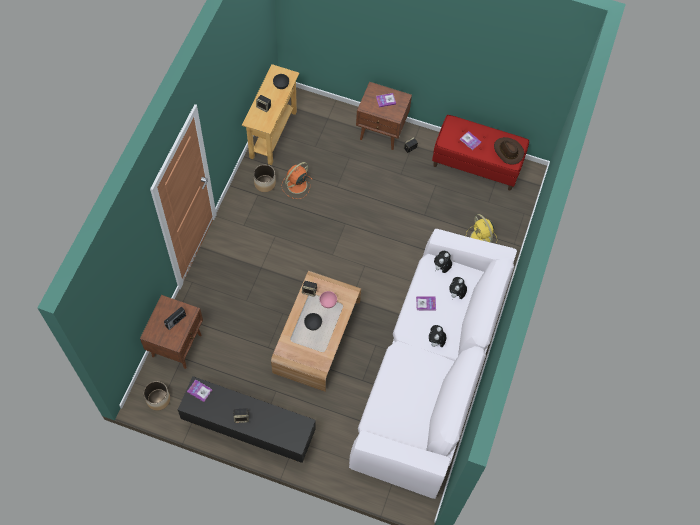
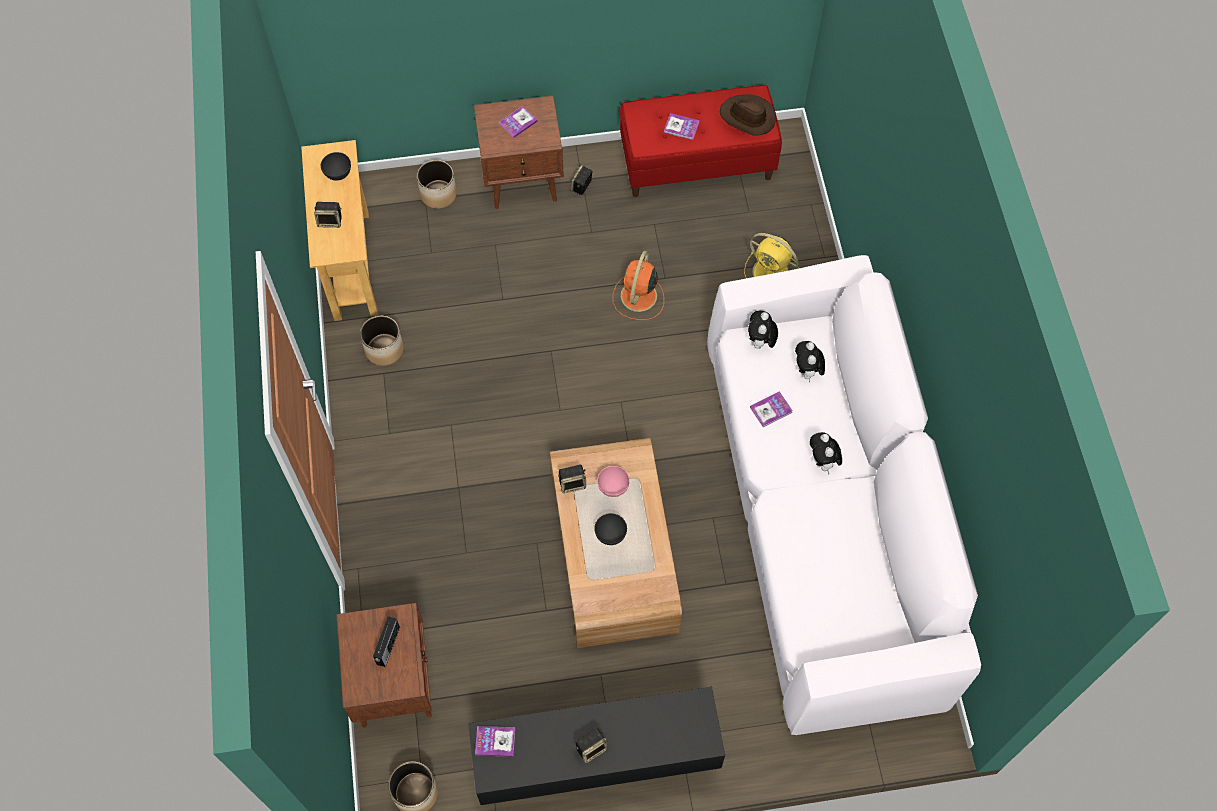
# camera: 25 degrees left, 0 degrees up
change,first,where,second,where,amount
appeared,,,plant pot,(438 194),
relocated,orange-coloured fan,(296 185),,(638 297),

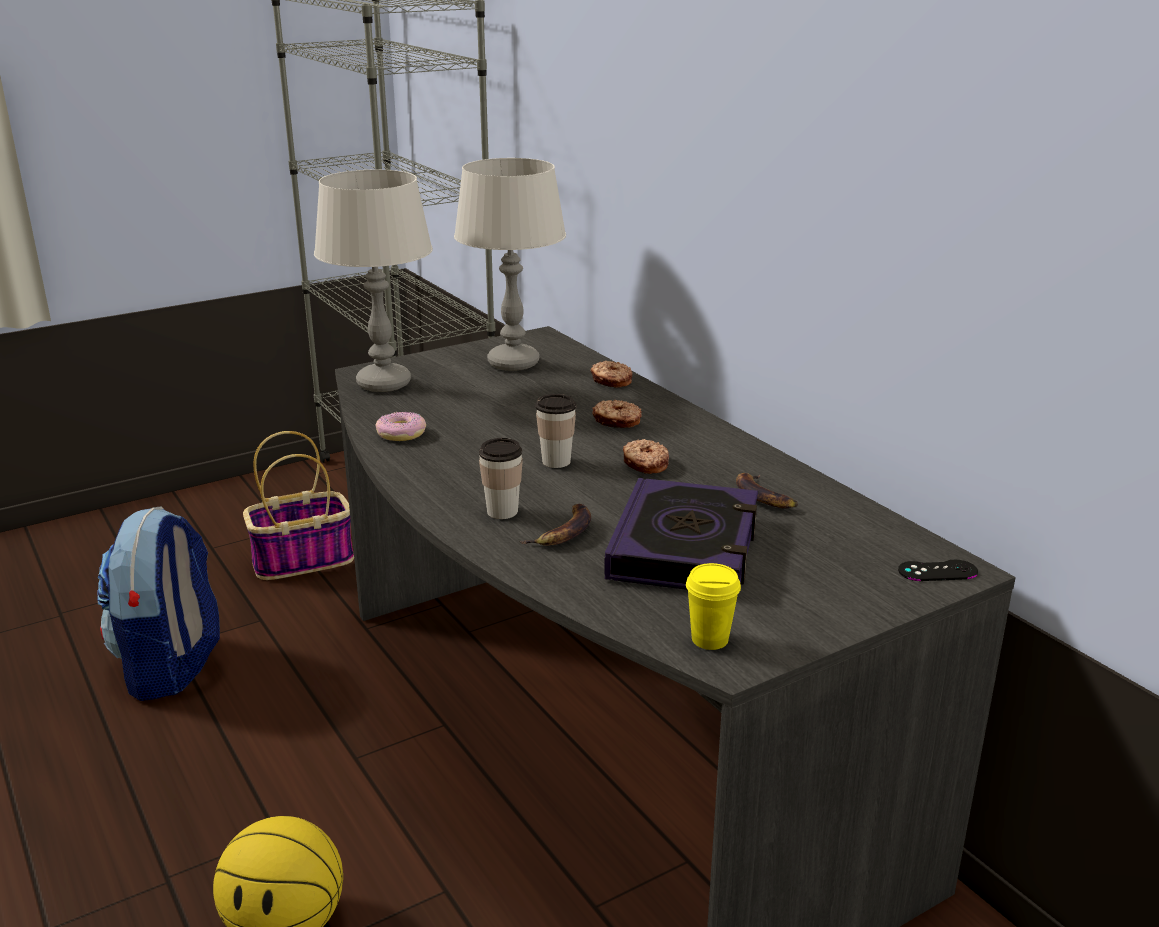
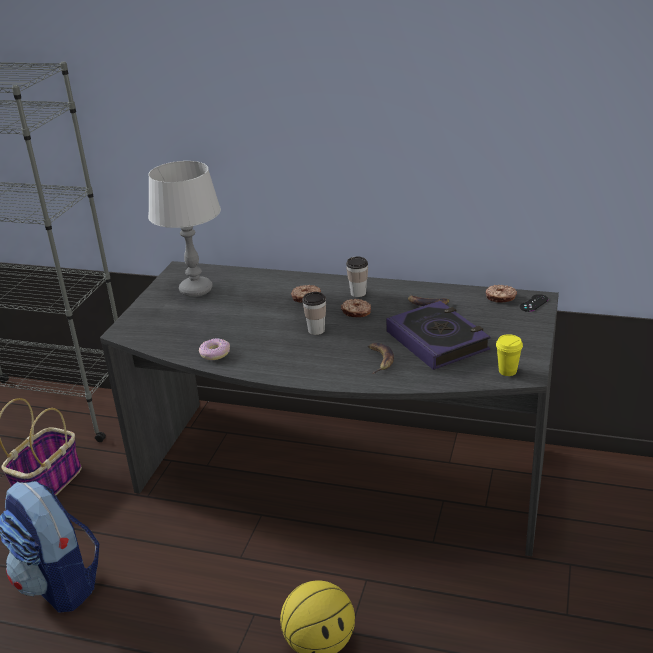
# camera: 40 degrees left, 5 degrees up
change,first,where,second,where,amount
missing,grey lamp for a table,(384 383),,,
relocated,drinking cup,(502 511),,(358 293),
relocated,doughnut,(611 381),,(500 298),

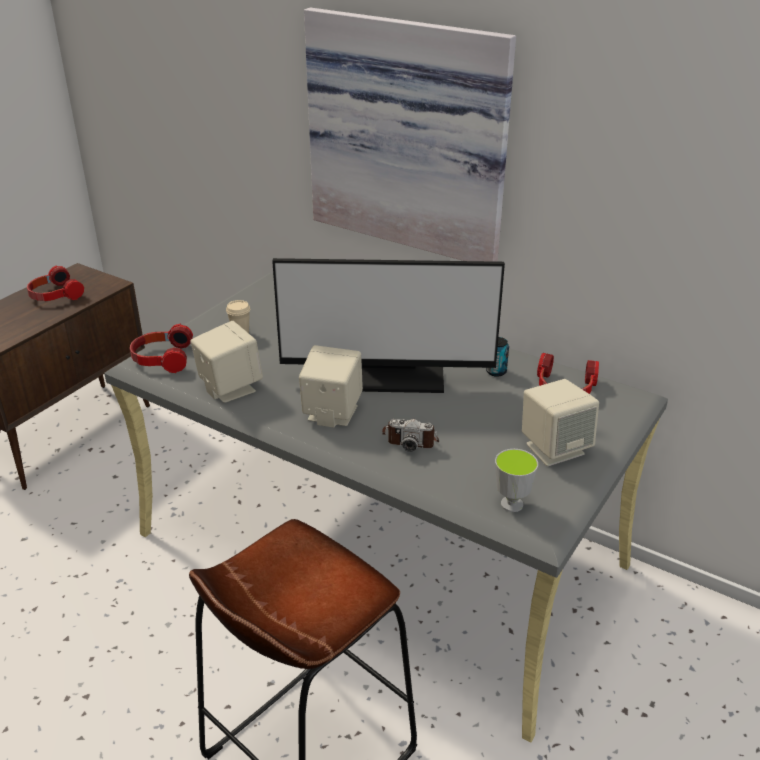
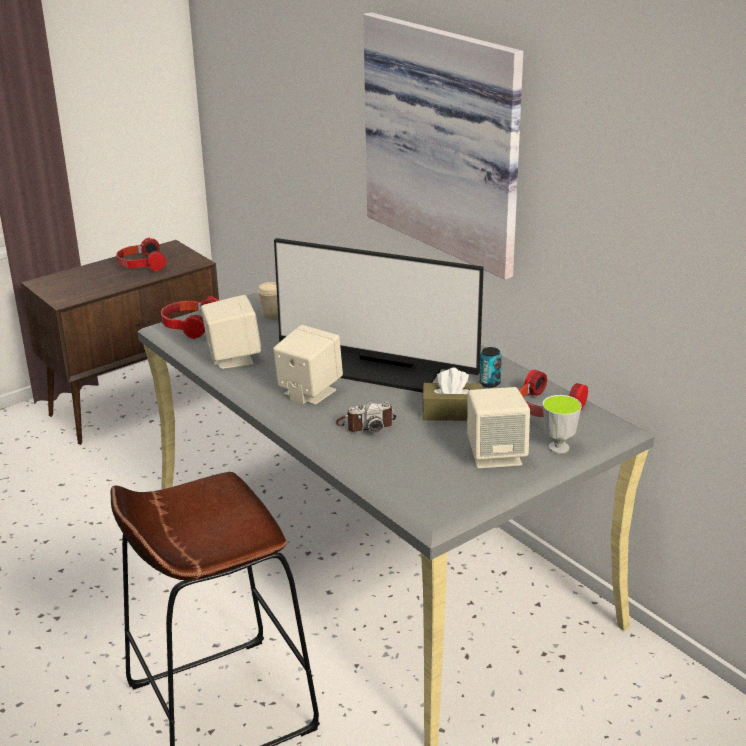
# camera: 20 degrees right, 5 degrees down
change,first,where,second,where,amount
appeared,,,brown tissue box,(452 412),
relocated,drinking cup,(511 504),,(558 447),
spun,photo camera,(410 438),,(366 424),45 degrees counterclockwise

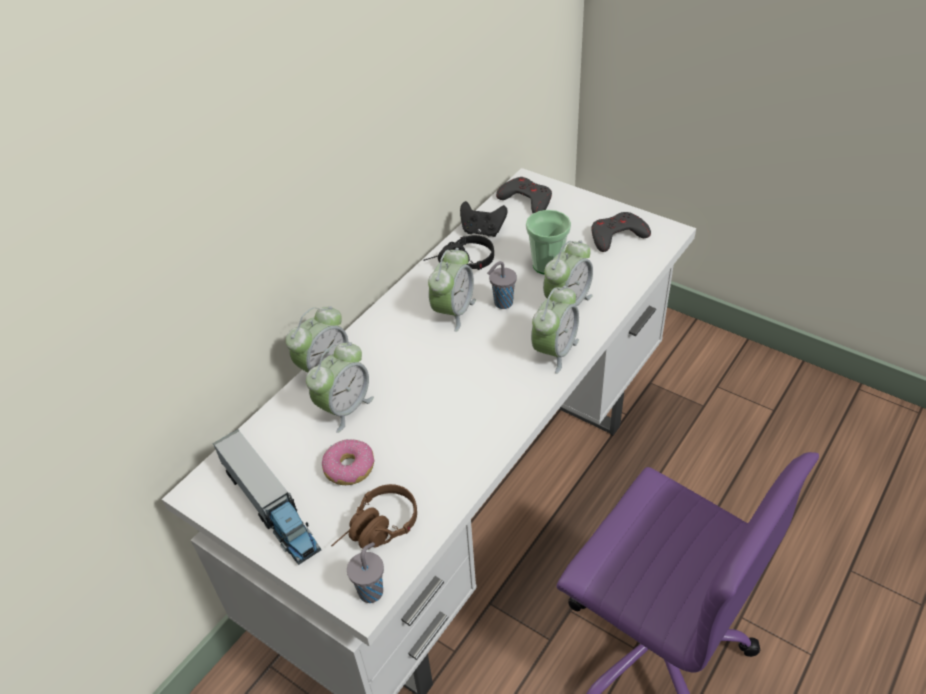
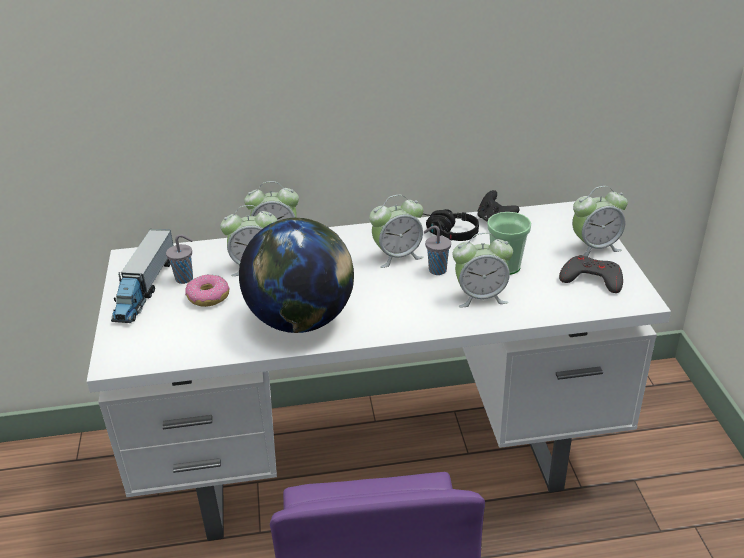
# camera: 45 degrees right, 10 degrees down
change,first,where,second,where,amount
missing,brown headphones,(377 531),,,
missing,grey gamepad,(526 200),,,
appeared,,,desk globe,(301 321),
relocated,grey drinking cup,(371 590),,(185 278),
relocated,bedside clock,(554 351),,(595 247),

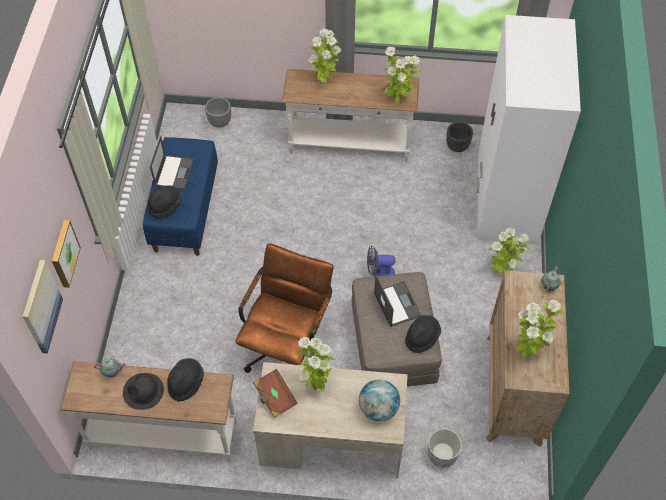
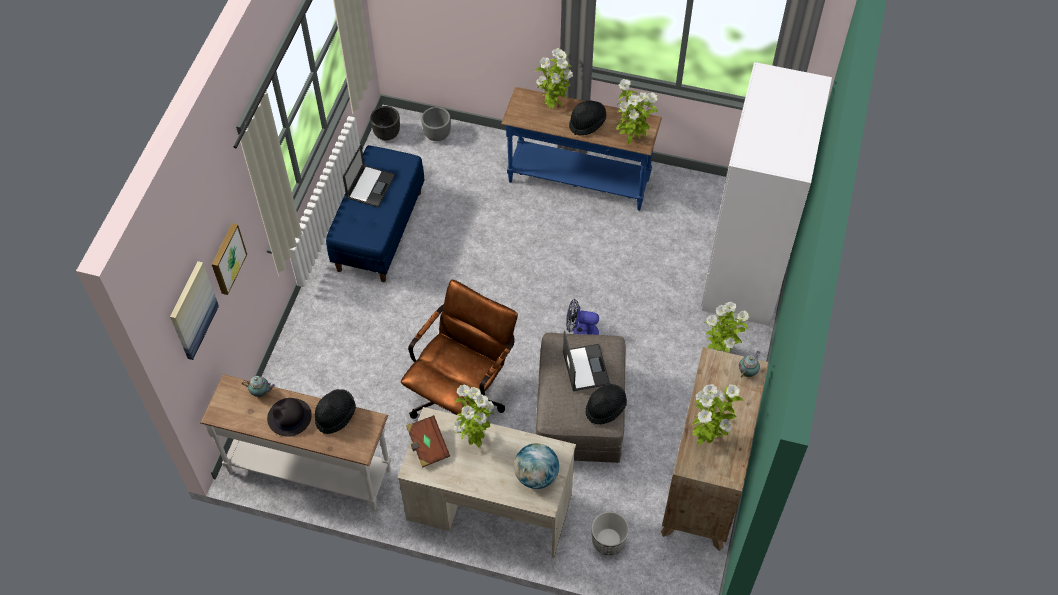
# camera: 10 degrees right, 0 degrees up
change,first,where,second,where,amount
relocated,black wearable hat,(165 206),,(587 123),
relocated,black plant pot,(457 146),,(387 134),
colour,whitish console table,(349 145),blue console table,(578 182),

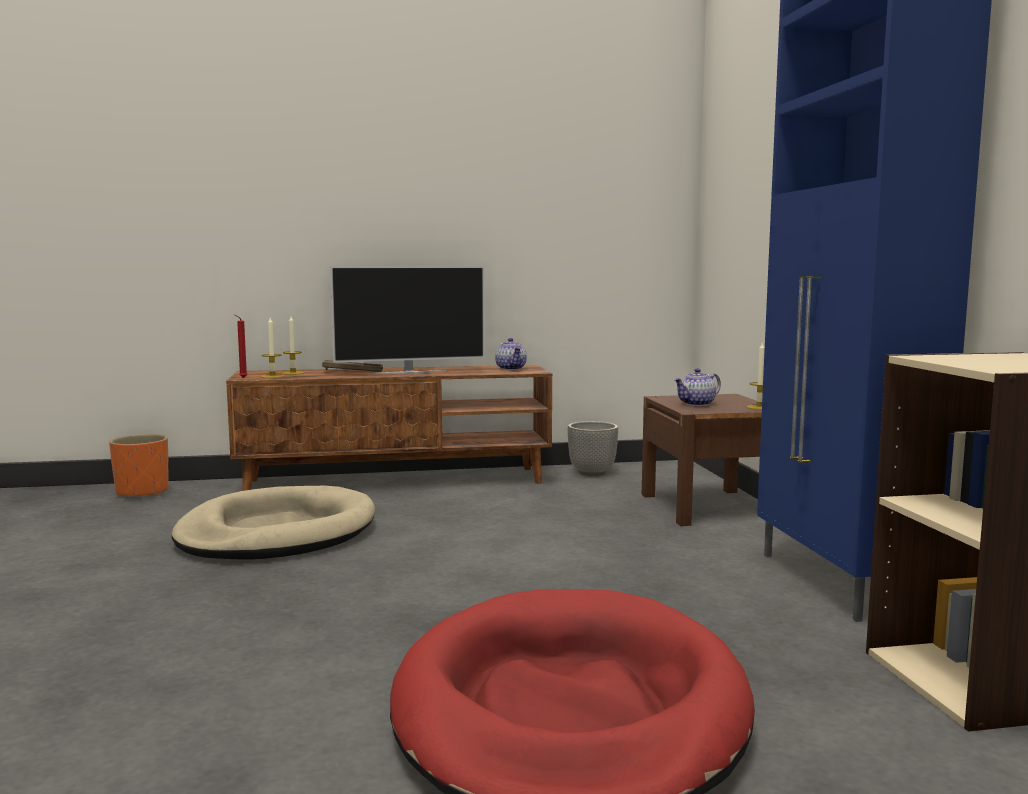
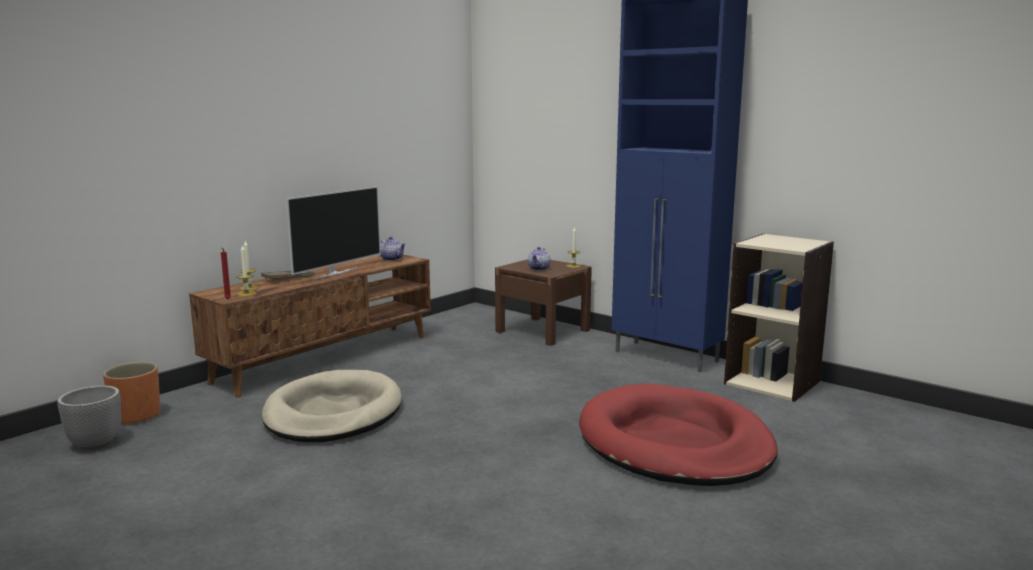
# camera: 40 degrees left, 5 degrees up
change,first,where,second,where,amount
relocated,plant pot,(591 473),,(95 444),

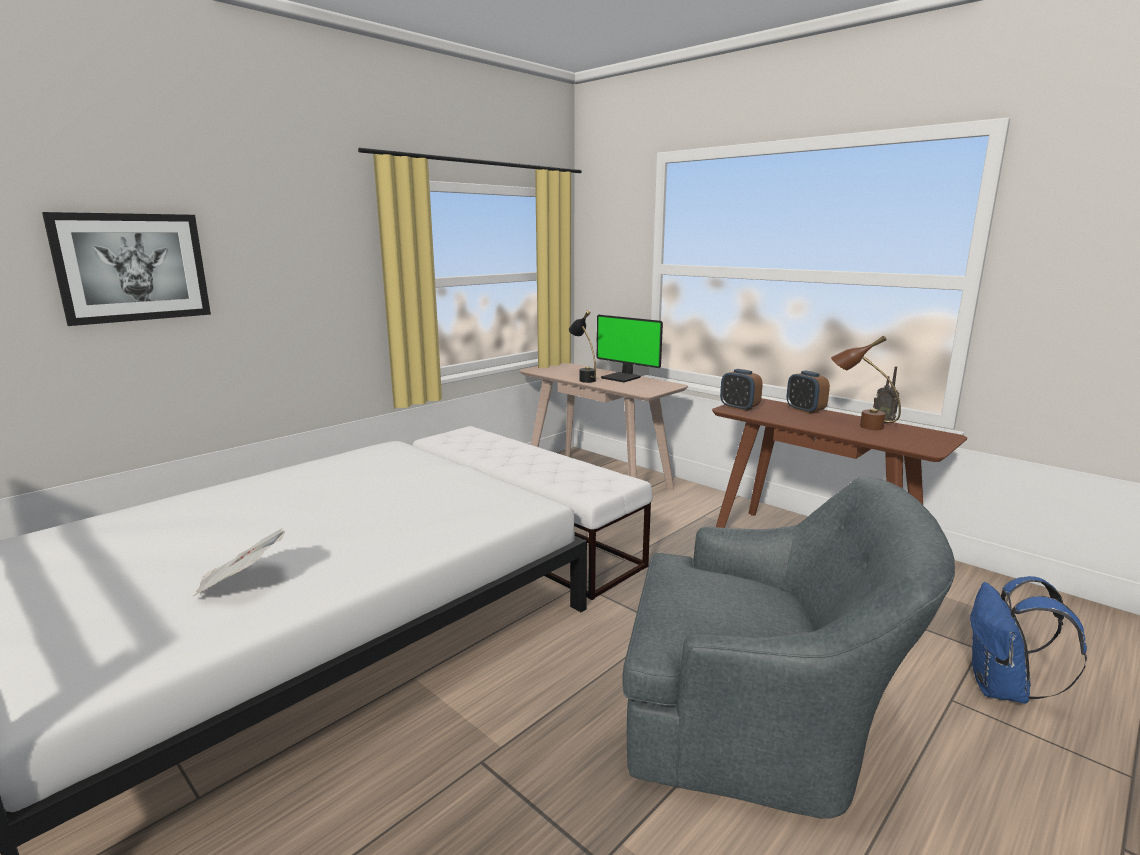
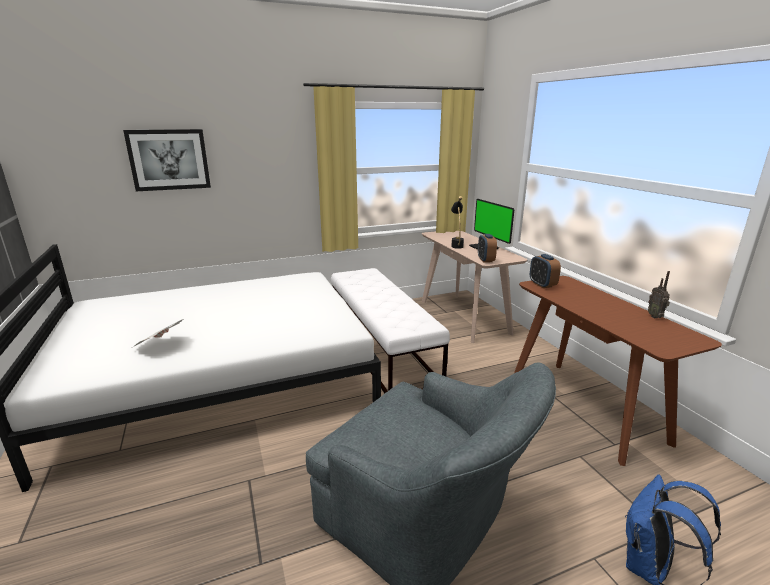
# camera: 25 degrees right, 5 degrees up
change,first,where,second,where,amount
missing,brown lamp for a table,(859 425),,,
relocated,bedside clock,(805 410),,(485 260),

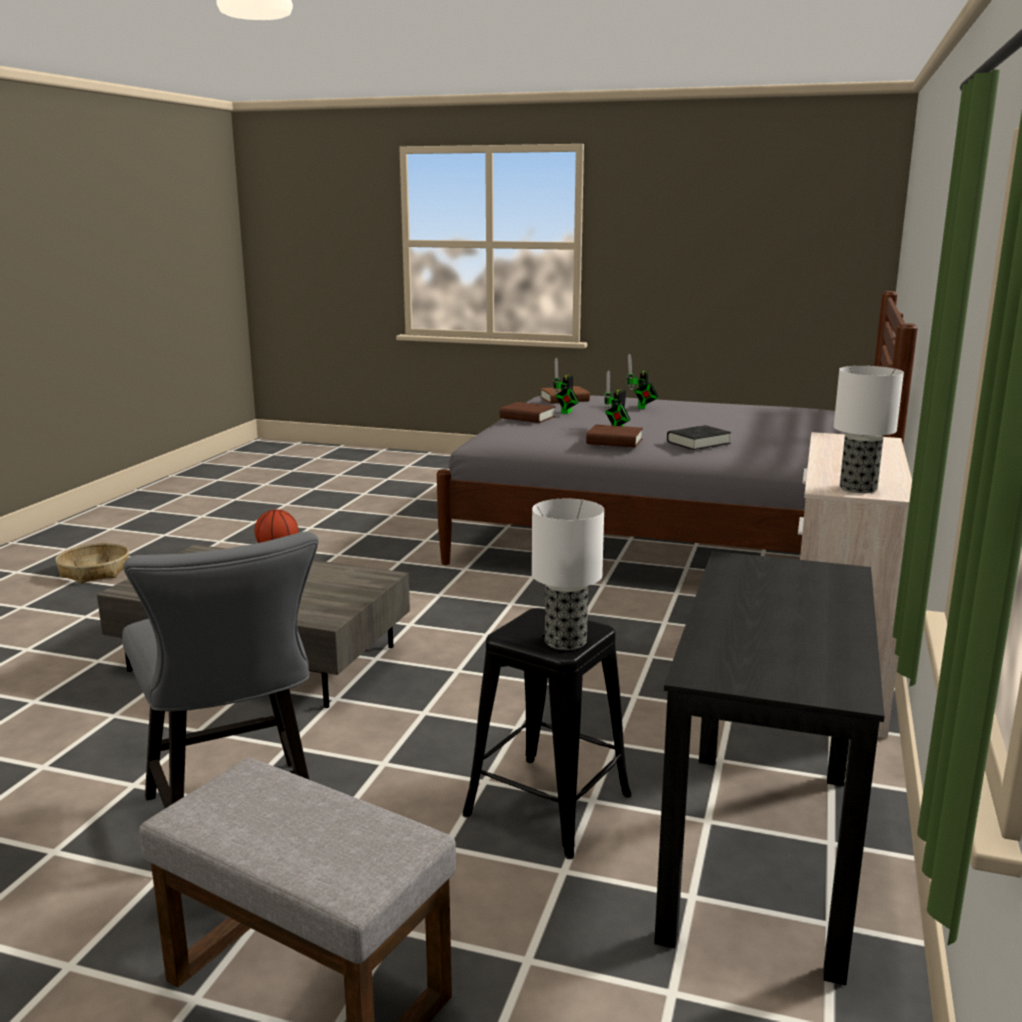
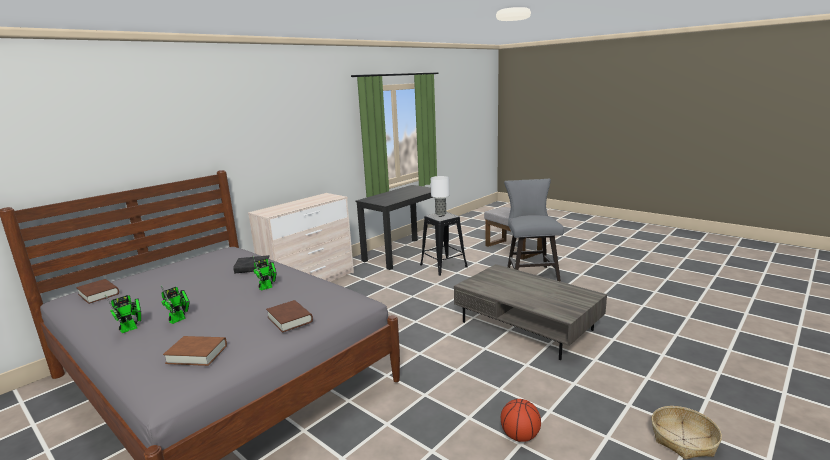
# camera: 155 degrees left, 0 degrees up
change,first,where,second,where,amount
missing,lamp for a table,(858 488),,,
relocated,robot figure,(565 412),,(131 328),
relocated,brown bound book,(614 441),,(99 294),

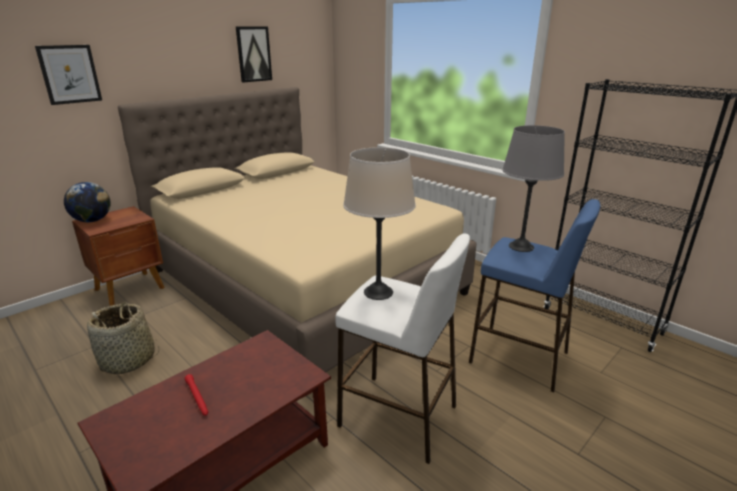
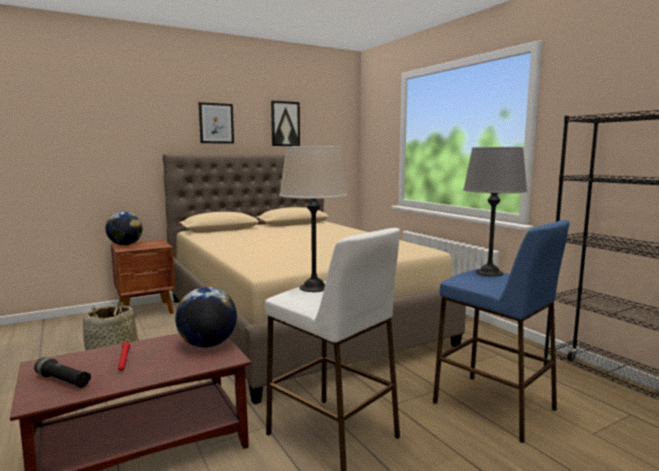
# camera: 15 degrees right, 15 degrees down
change,first,where,second,where,amount
appeared,,,black torch,(63 381),
appeared,,,desk globe,(207 344),
relocated,picture,(70 74),,(216 123),

